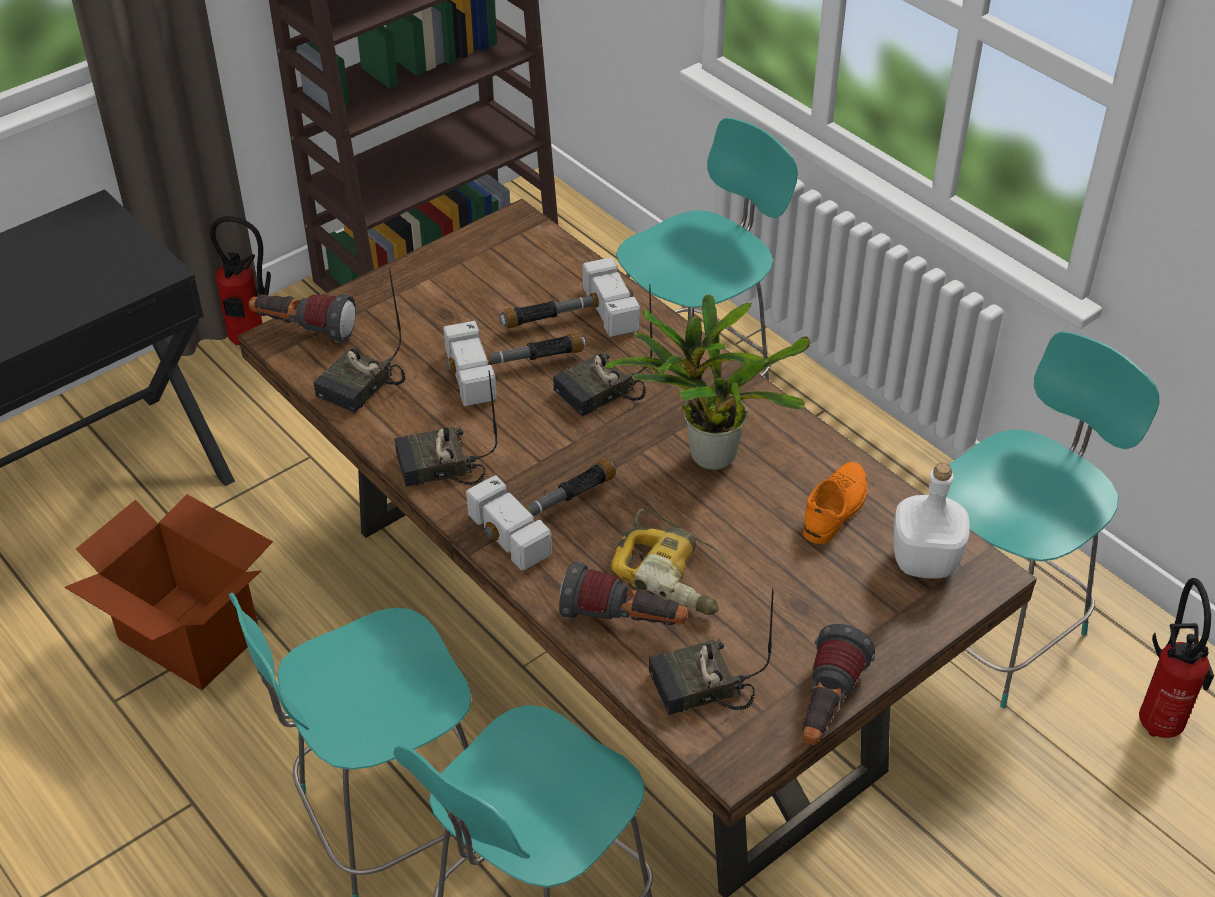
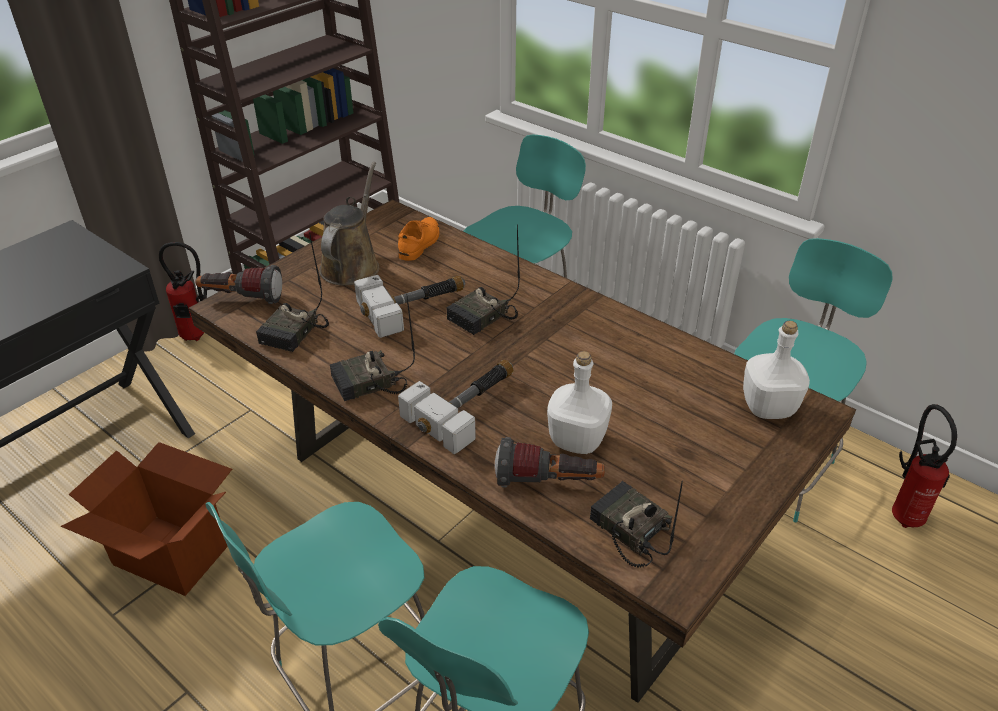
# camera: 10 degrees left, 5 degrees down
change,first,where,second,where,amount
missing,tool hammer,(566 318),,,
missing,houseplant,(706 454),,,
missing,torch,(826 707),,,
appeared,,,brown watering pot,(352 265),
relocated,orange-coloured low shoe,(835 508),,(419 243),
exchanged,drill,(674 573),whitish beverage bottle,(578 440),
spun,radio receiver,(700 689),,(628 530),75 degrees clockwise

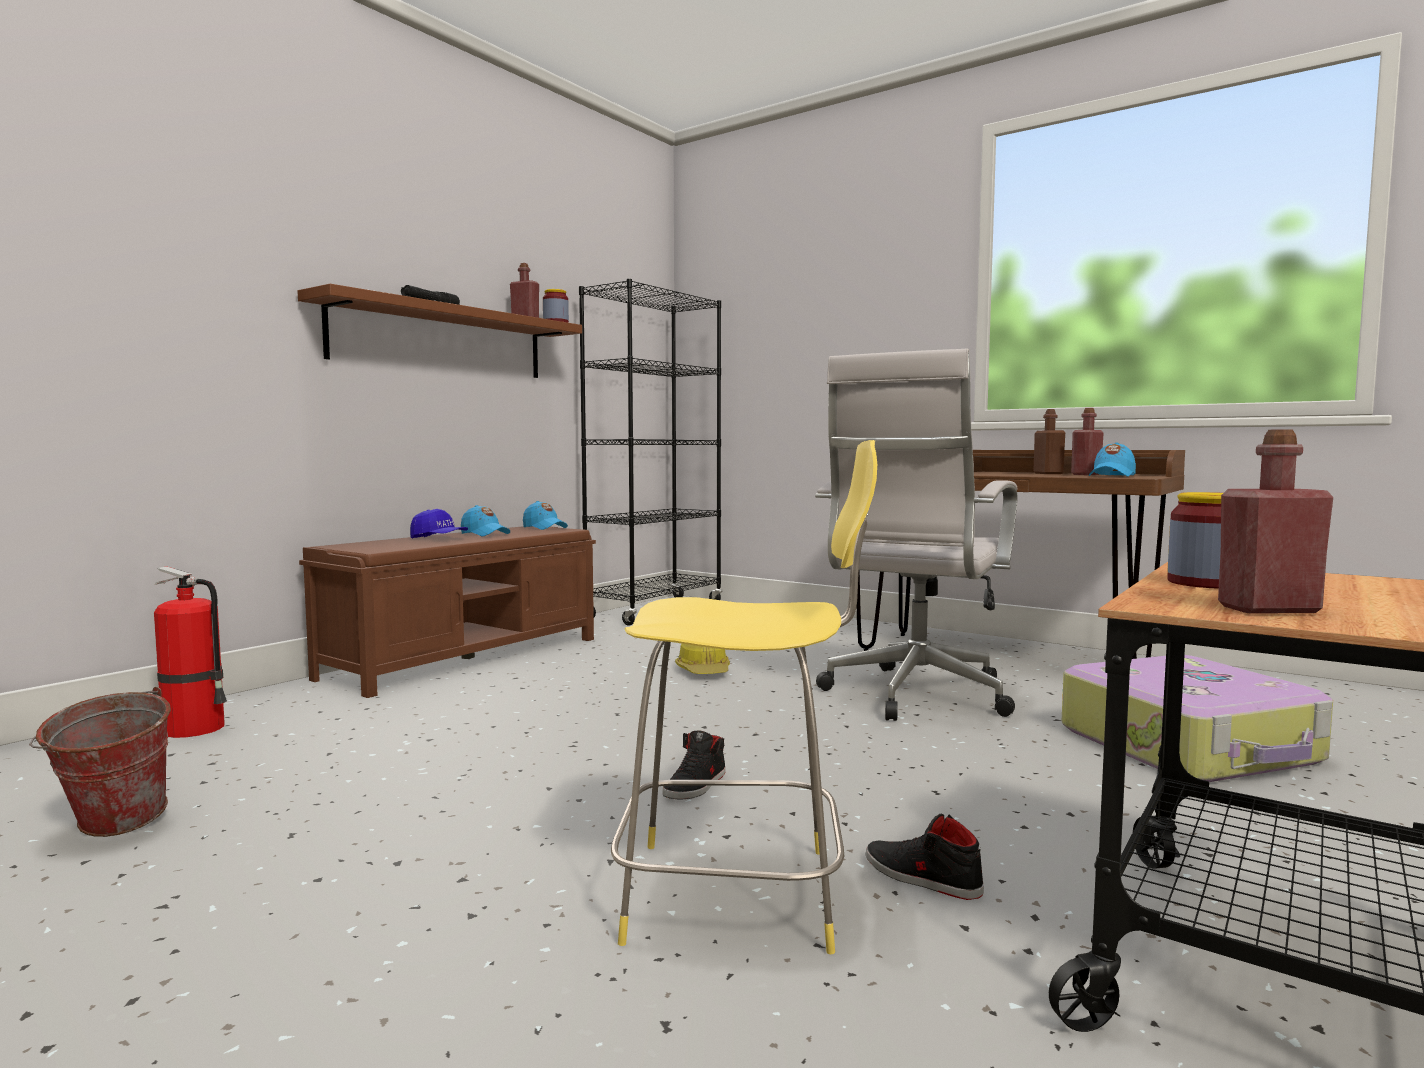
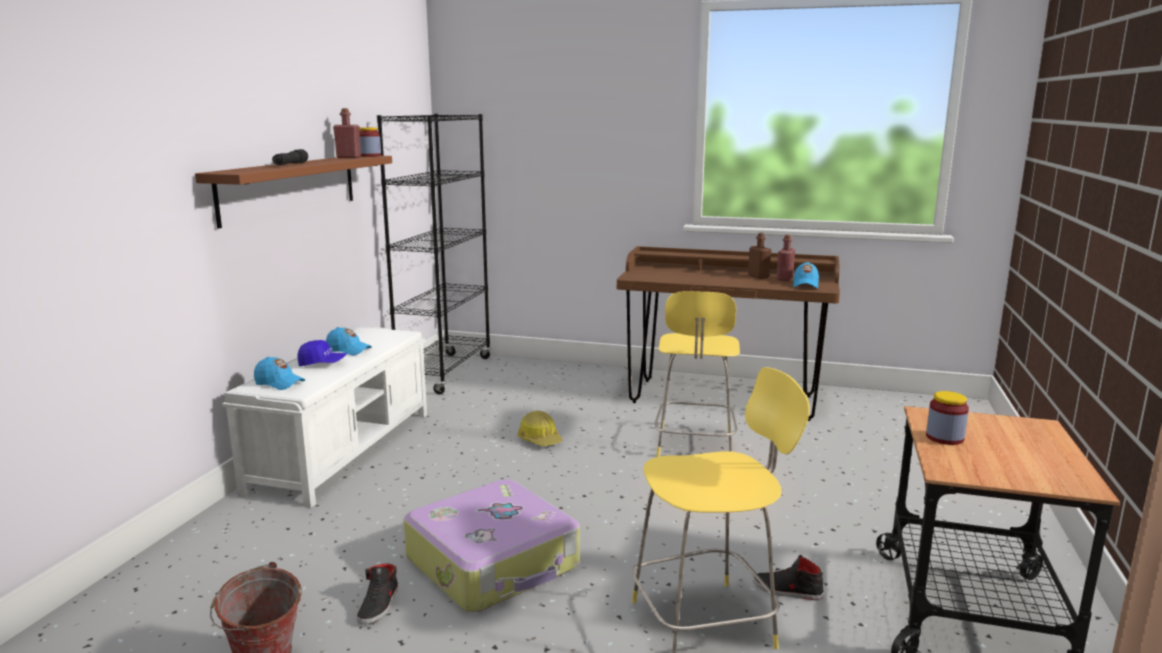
# camera: 20 degrees left, 10 degrees up
change,first,where,second,where,amount
missing,extinguisher,(196 728),,,
missing,reddish beverage bottle,(1268 609),,,
relocated,blue baseball cap,(544 528),,(279 383),
relocated,black low shoe,(696 786),,(379 605),
relocated,piece of luggage,(1190 745),,(494 563),
exchanged,whitish desk chair,(914 697),yellow stool,(694 445),
colour,brown bench,(467 657),whitish bench,(344 450),

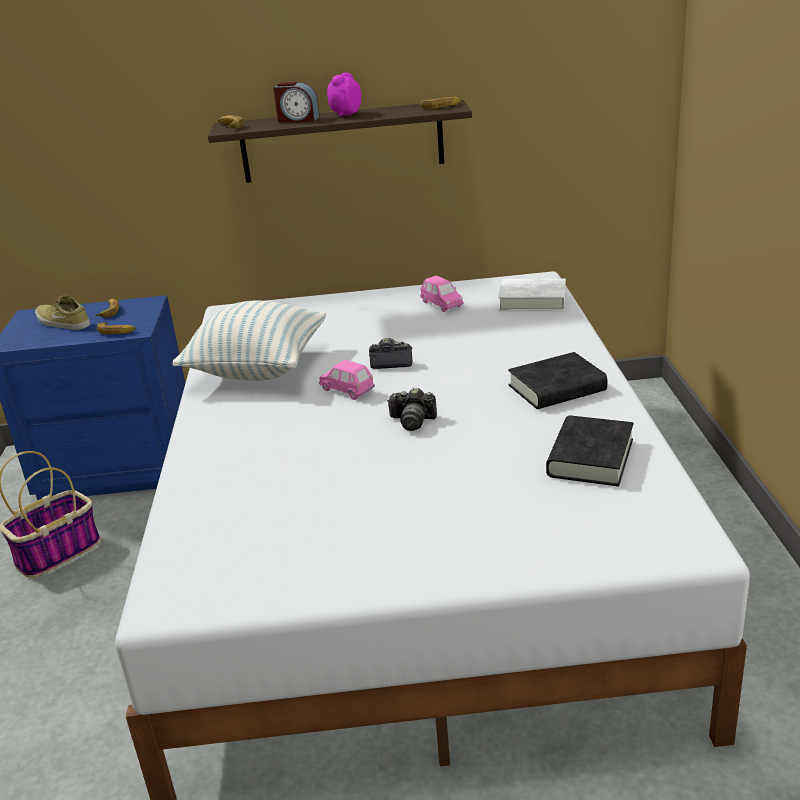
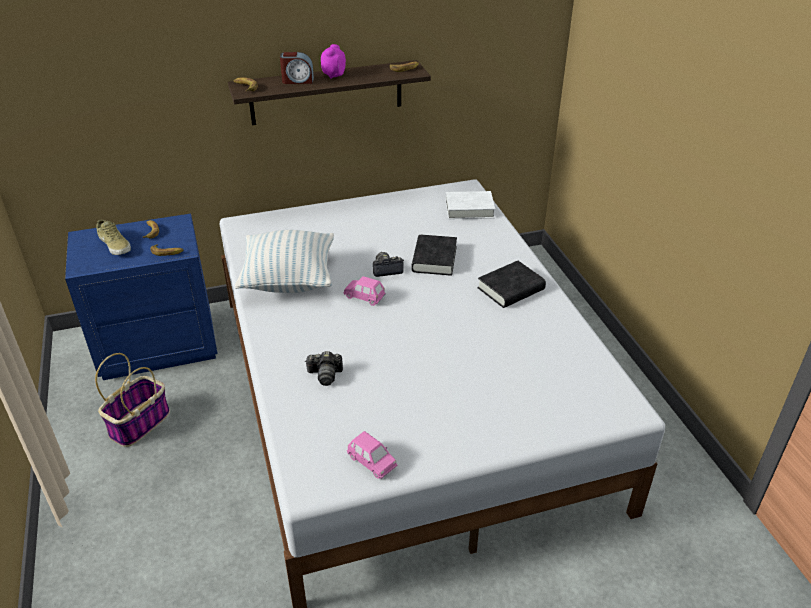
# camera: 15 degrees left, 10 degrees up
change,first,where,second,where,amount
relocated,photo camera,(412 421),,(325 375),
relocated,pink-coloured model car,(441 304),,(372 462),
relocated,black bound book,(590 458),,(434 259),
spun,beige low shoe,(62 322),,(115 244),150 degrees counterclockwise

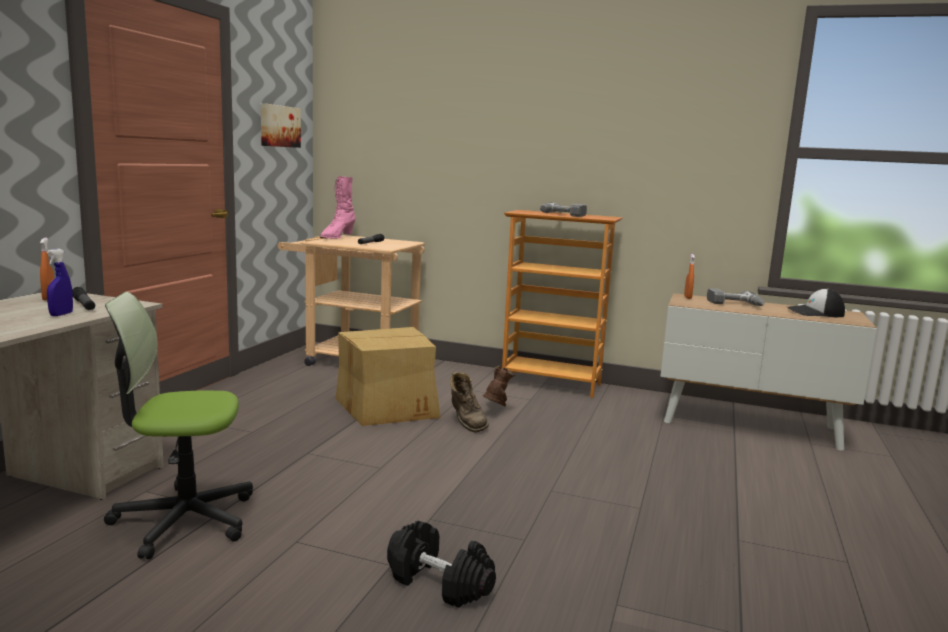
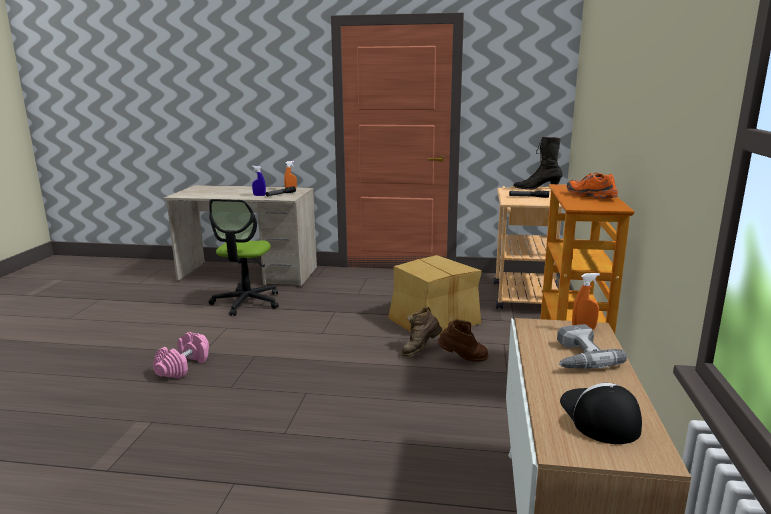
# camera: 80 degrees right, 5 degrees up
change,first,where,second,where,amount
missing,picture,(279 126),,,
exchanged,drill,(566 214),orange-coloured low shoe,(590 196),
colour,pink-coloured boot,(337 237),black boot,(536 189),
colour,black free weight,(440 583),pink-coloured free weight,(183 367),
spun,desk chair,(184 520),,(246 302),150 degrees counterclockwise

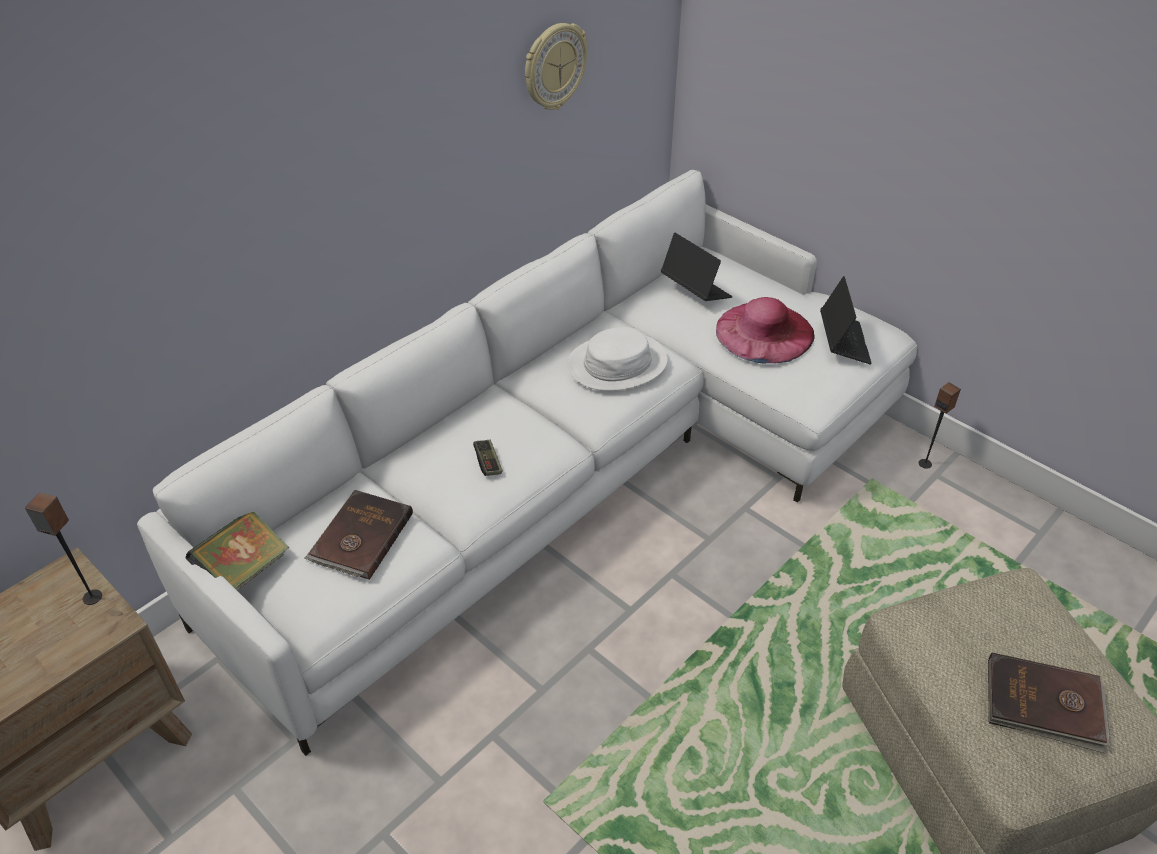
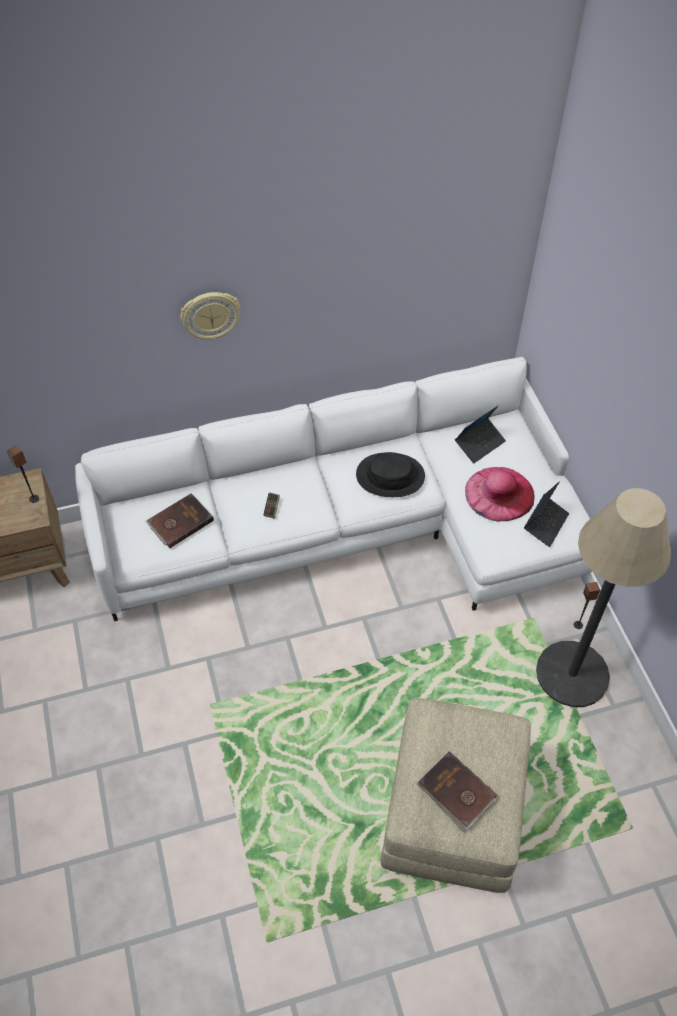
# camera: 30 degrees right, 10 degrees up
change,first,where,second,where,amount
missing,bound book,(244 570),,,
appeared,,,floor lamp,(572 674),
relocated,wall clock,(554 66),,(210 315),
colour,whitish wearable hat,(617 363),black wearable hat,(390 476),
spun,portable computer,(695 290),,(479 443),60 degrees clockwise

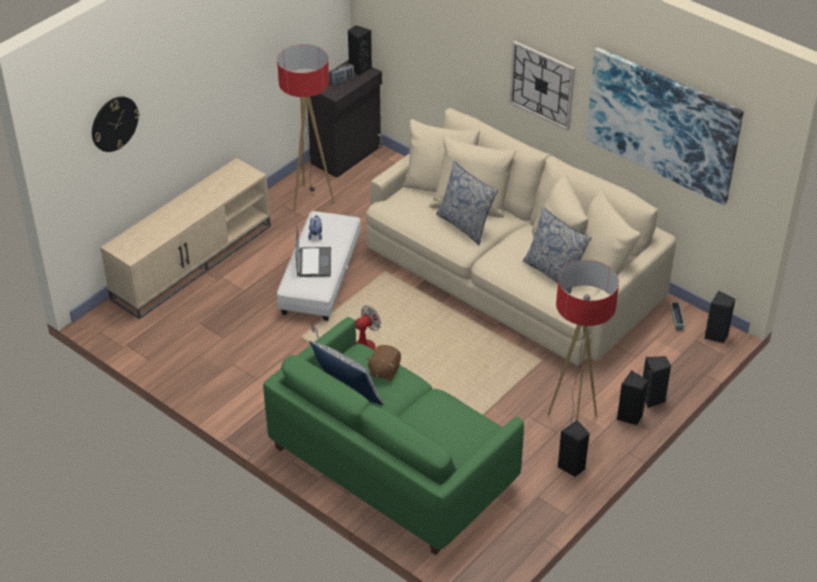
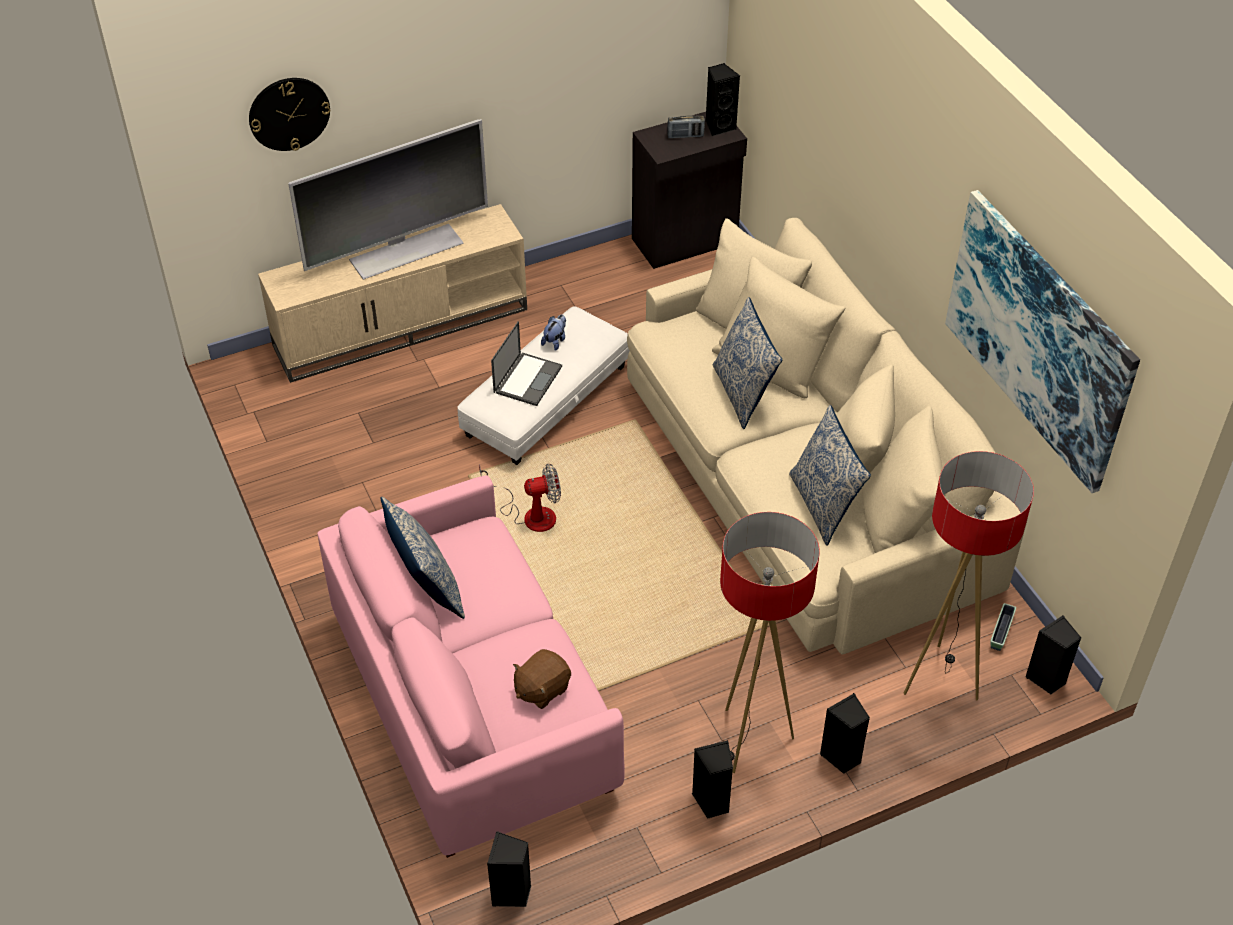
# camera: 25 degrees right, 5 degrees up
change,first,where,second,where,amount
missing,wall clock,(542 85),,,
appeared,,,TV set,(405 250),
relocated,floor lamp,(310 199),,(940 679),
relocated,brown plush toy,(384 371),,(541 689),
relocated,black speaker,(653 399),,(511 893),
colour,green couch,(392 465),pink-coloured couch,(471 702),

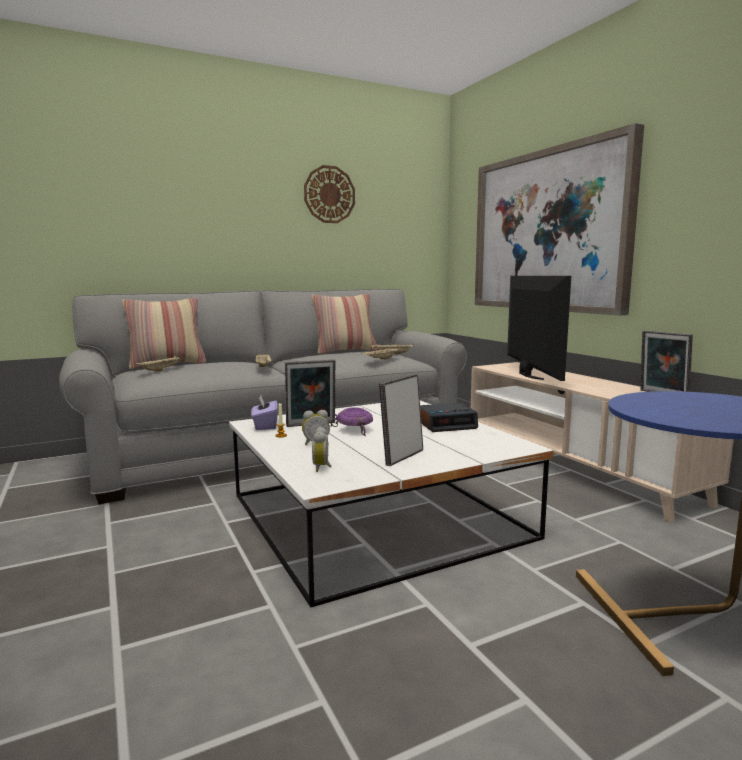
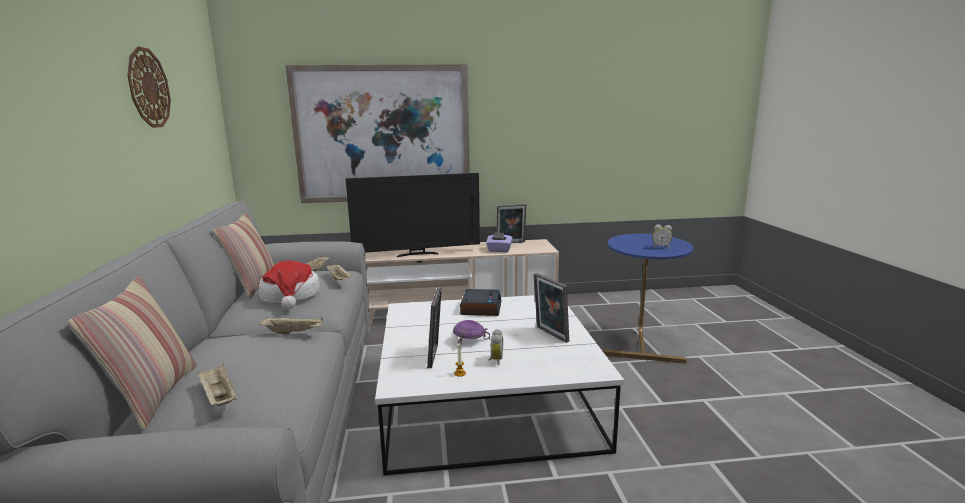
# camera: 70 degrees left, 5 degrees up
change,first,where,second,where,amount
appeared,,,wearable hat,(291 296),
relocated,purple tissue box,(265 426),,(499 250),
relocated,bedside clock,(322 467),,(661 247),
spun,TV set,(528 374),,(417 254),150 degrees clockwise

